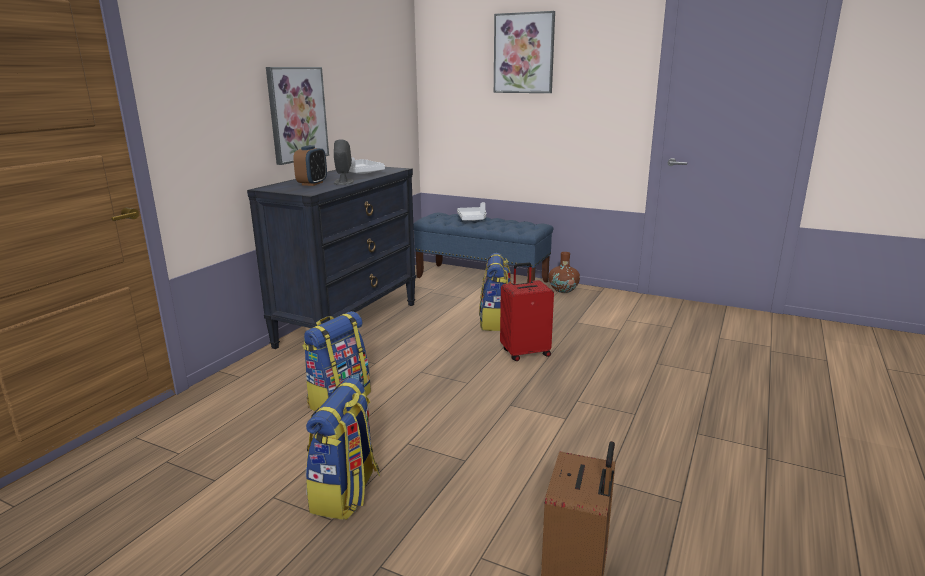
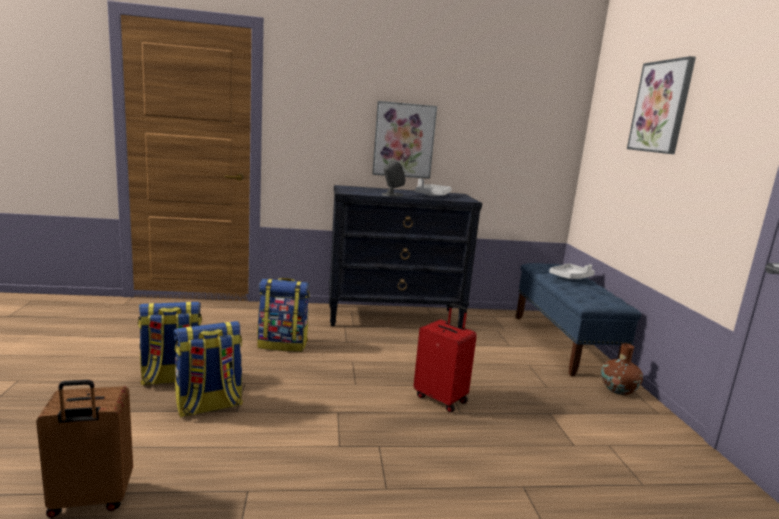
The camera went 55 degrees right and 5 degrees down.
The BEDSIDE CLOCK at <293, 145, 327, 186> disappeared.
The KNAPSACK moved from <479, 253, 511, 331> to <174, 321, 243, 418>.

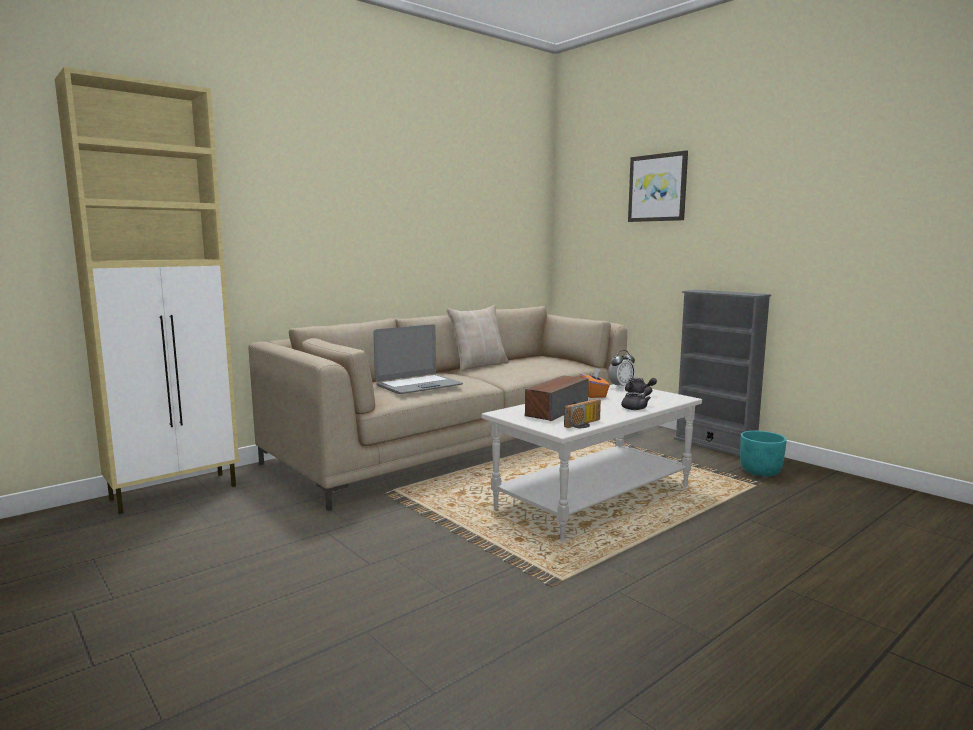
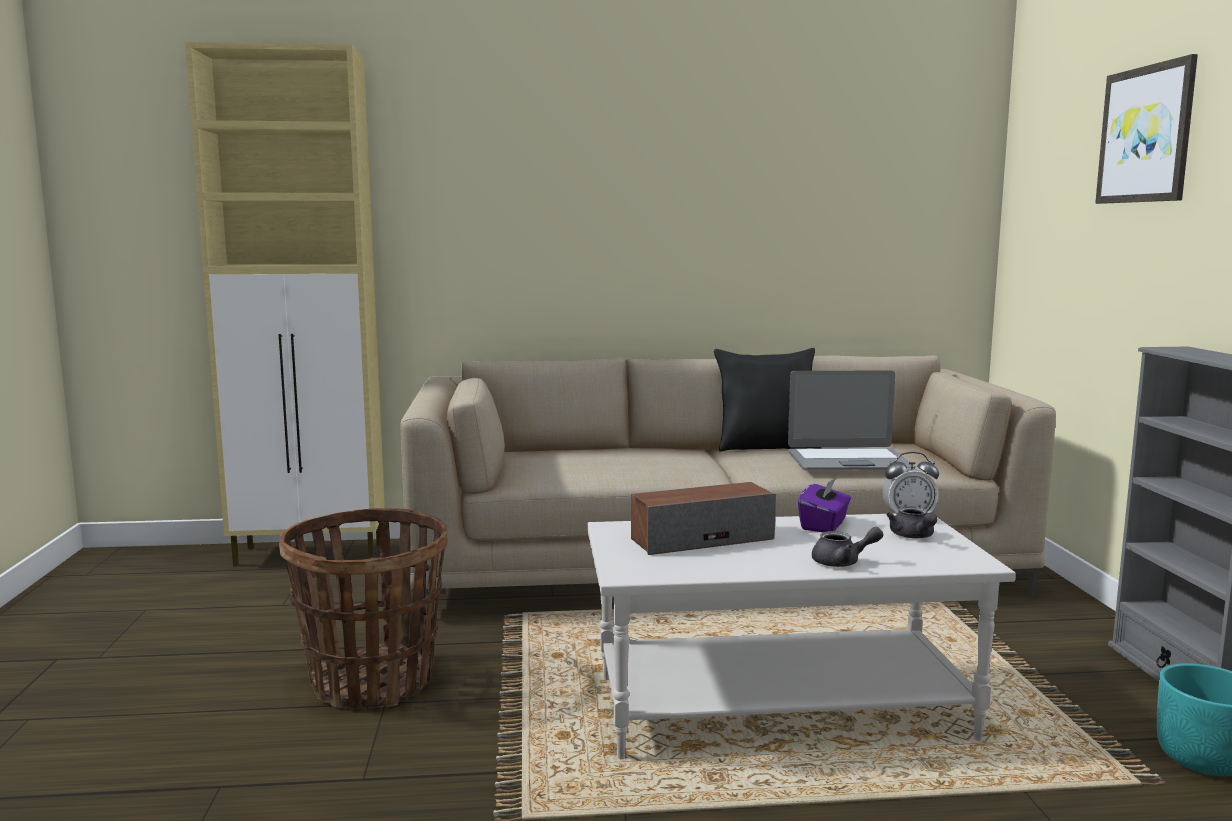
The camera went 35 degrees right and 0 degrees up.
The BEIGE-COLOURED CUSHION at <447, 305, 509, 371> became the BLACKISH CUSHION at <714, 348, 822, 452>.
The NOTEBOOK COMPUTER moved from <373, 324, 463, 394> to <788, 370, 916, 470>.
The ORANGEY TISSUE BOX at <579, 368, 610, 398> became the PURPLE TISSUE BOX at <798, 477, 851, 532>.
The RADIO SET at <564, 399, 601, 428> disappeared.
The BASKET at <279, 508, 448, 709> appeared.

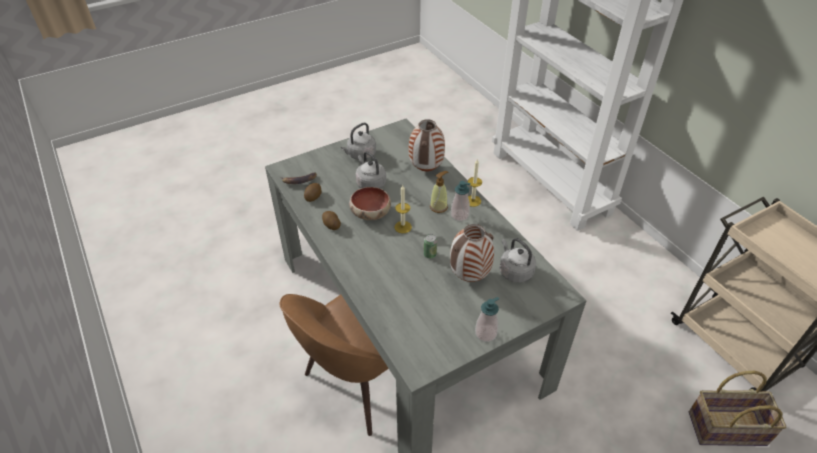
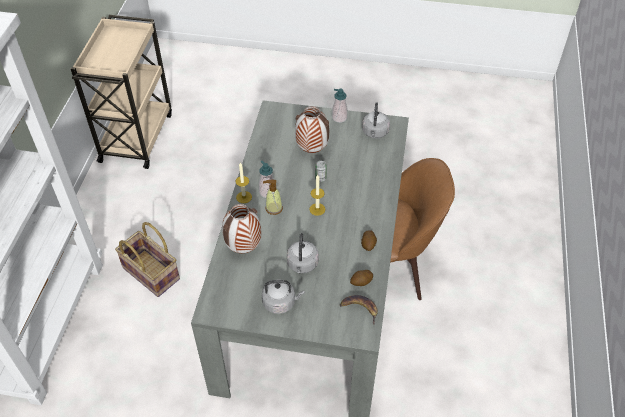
The camera went 140 degrees left and 5 degrees up.
The DEEP DISH at <349, 187, 391, 220> disappeared.
The GRAY KETTLE moved from <499, 238, 536, 283> to <362, 102, 390, 138>.
The BASKET moved from <689, 371, 786, 446> to <115, 222, 180, 297>.

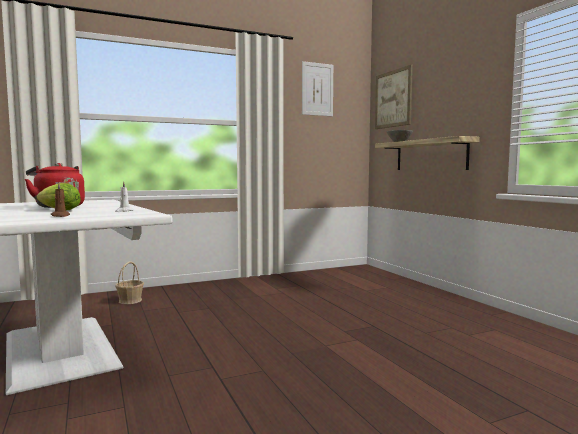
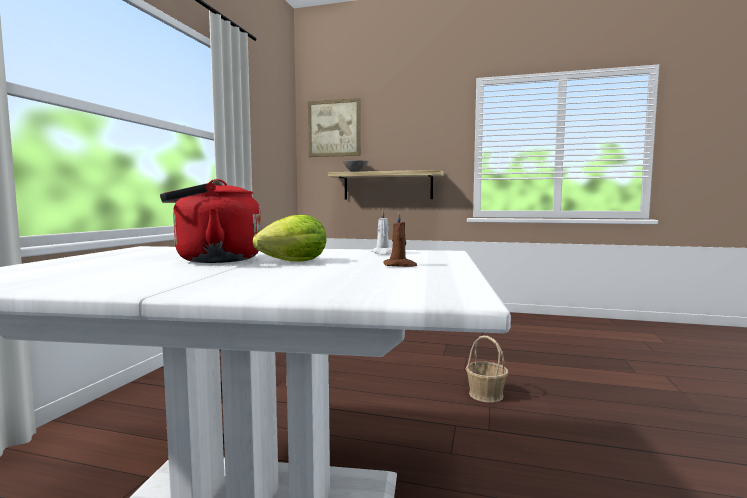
The camera went 50 degrees left and 0 degrees up.
The WALL ART at <302, 61, 333, 116> disappeared.
The BASKET moved from <115, 262, 144, 304> to <466, 336, 508, 403>.

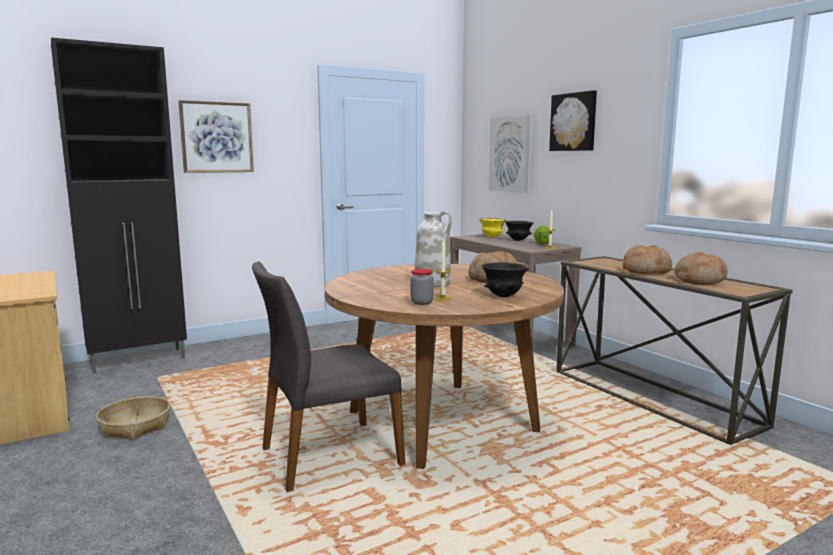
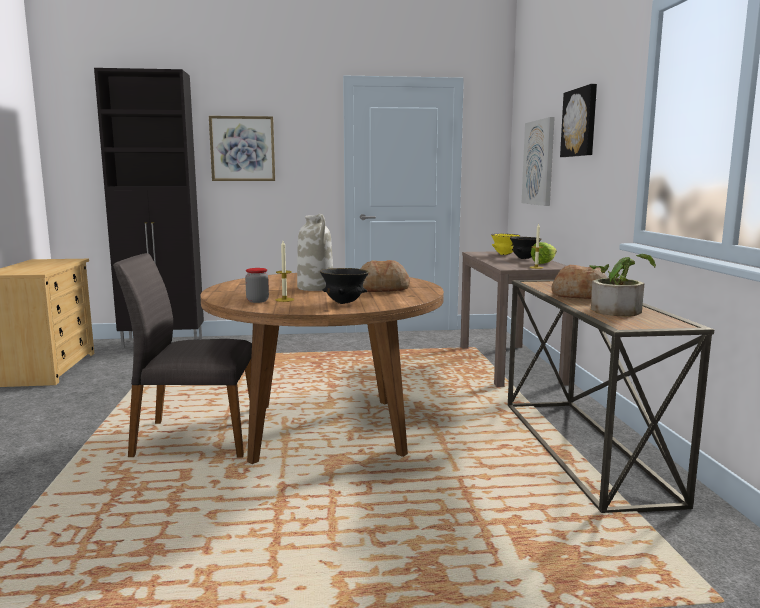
The camera went 25 degrees right and 0 degrees up.
The BREAD at <675, 252, 728, 284> was replaced by the PLANT IN A POT at <589, 254, 656, 316>.
The BASKET at <96, 396, 170, 440> disappeared.

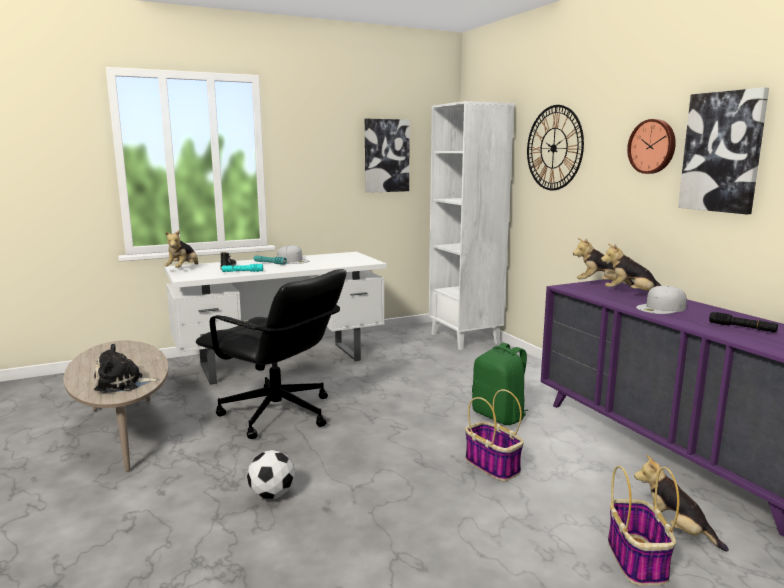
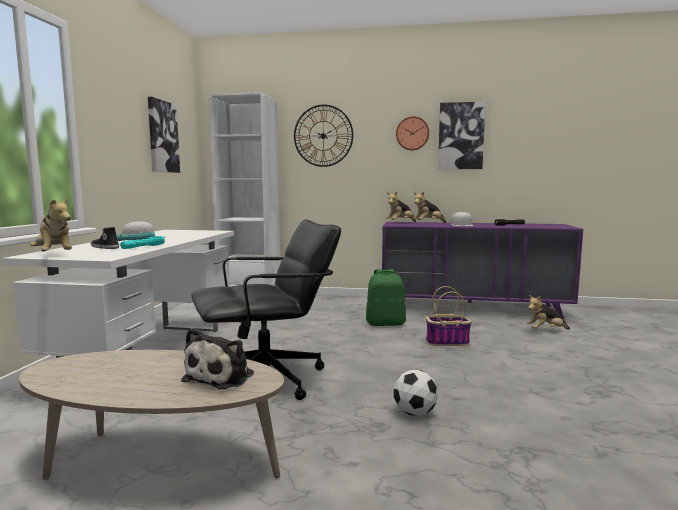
The camera went 55 degrees left and 5 degrees down.
The BASKET at <608, 465, 679, 585> disappeared.

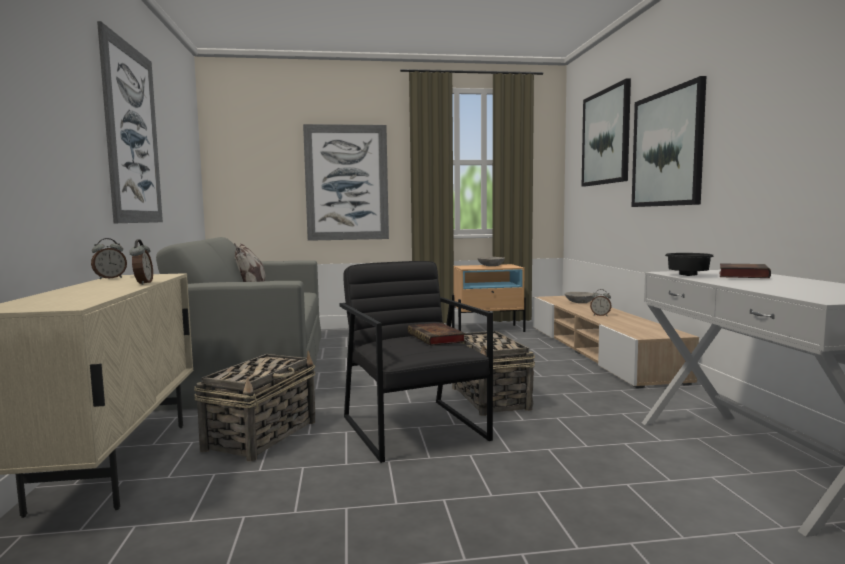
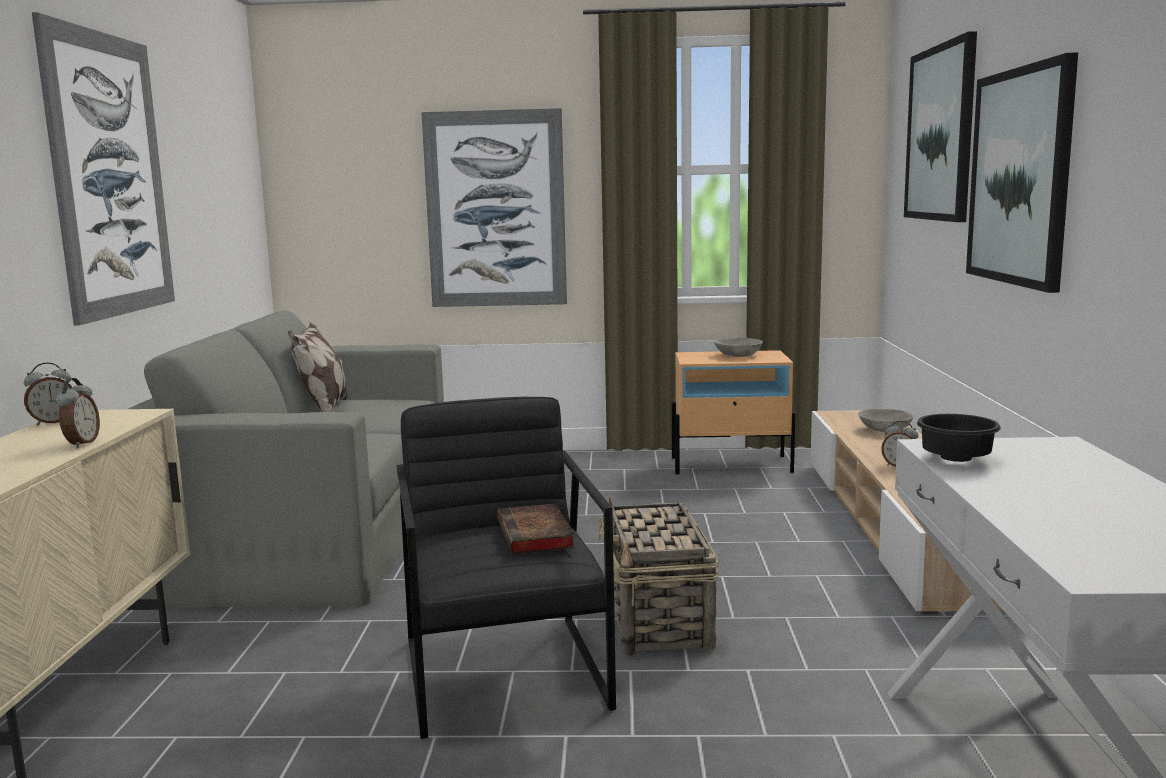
The camera went 10 degrees right and 5 degrees up.
The BOOK at <720, 263, 771, 278> disappeared.
The BASKET at <194, 351, 316, 461> disappeared.

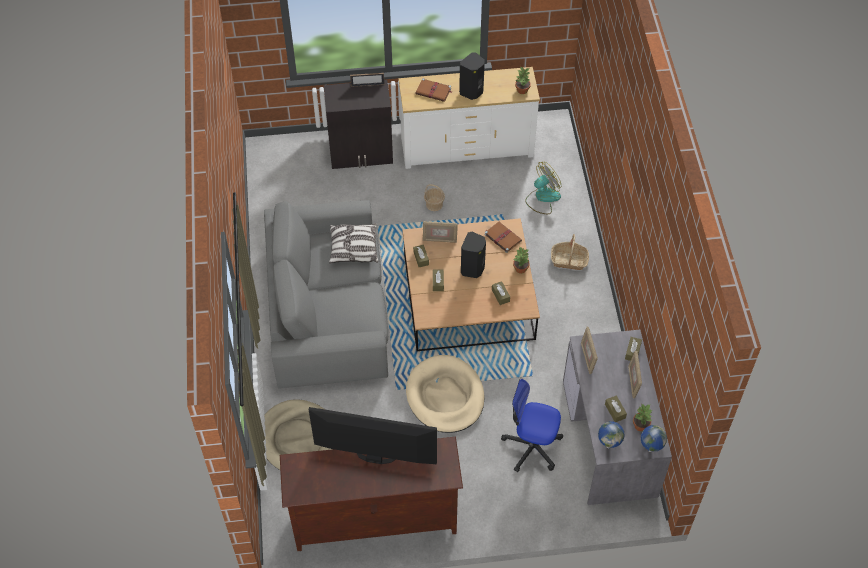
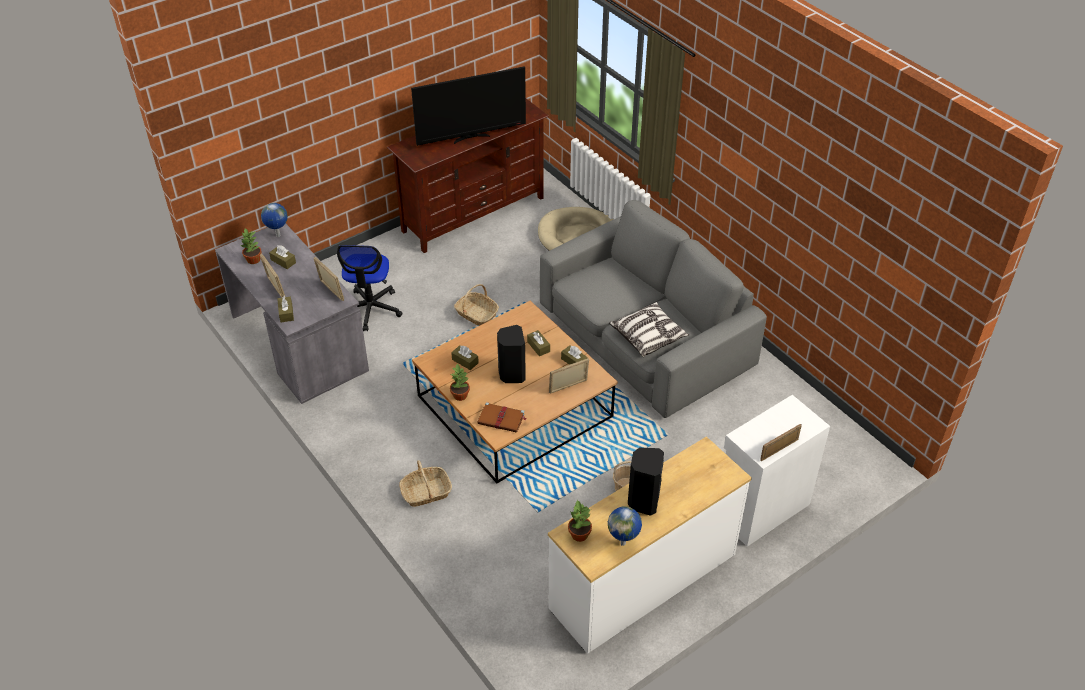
The camera went 150 degrees right and 10 degrees down.
The BROWNISH BOOK at <415, 78, 452, 102> disappeared.
The BLACKISH STORAGE CABINET at <324, 80, 393, 169> became the WHITE STORAGE CABINET at <724, 395, 830, 546>.
The COOLING FAN at <525, 162, 562, 214> disappeared.
The BEIGE-COLOURED DOG BED at <406, 355, 485, 433> was replaced by the BASKET at <454, 284, 499, 326>.
The DESK CHAIR at <501, 379, 563, 472> turned 105 degrees clockwise.
The GLOBE moved from <641, 425, 667, 452> to <608, 507, 642, 546>.

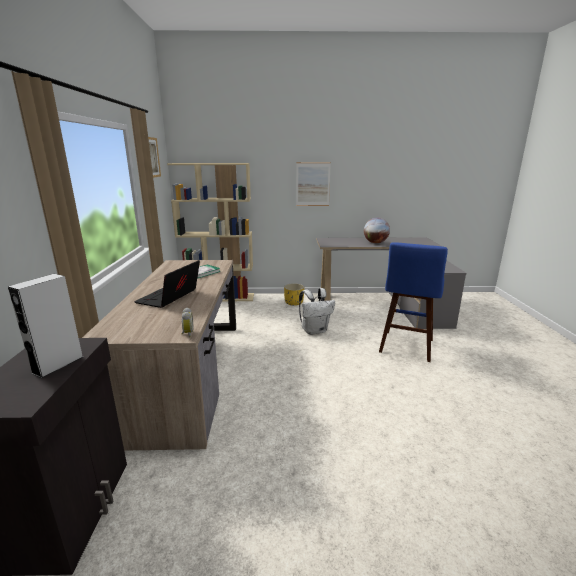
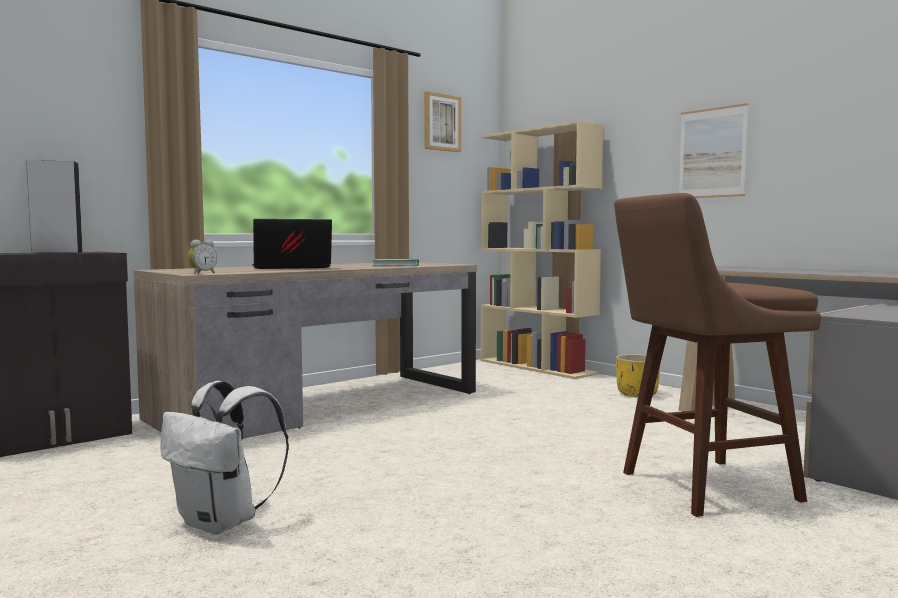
The camera went 50 degrees right and 15 degrees down.
The GLOBE at <364, 217, 390, 243> disappeared.
The BLUE STOOL at <379, 242, 448, 362> became the BROWNISH STOOL at <614, 193, 821, 517>.
The WHITE KNAPSACK moved from <299, 288, 335, 335> to <160, 381, 289, 534>.

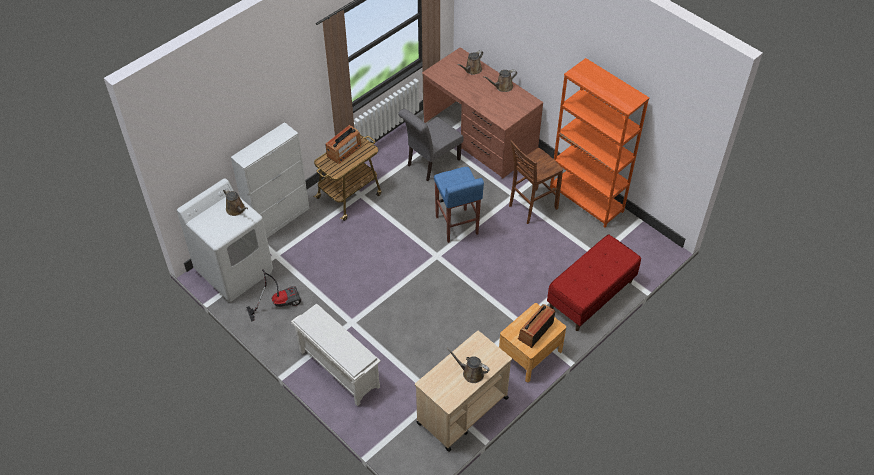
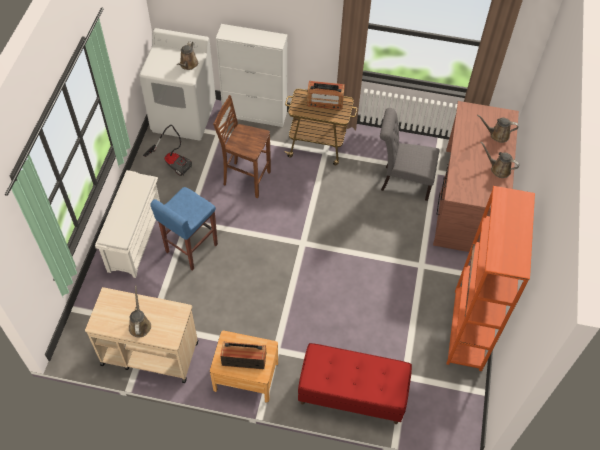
The camera went 55 degrees right and 5 degrees up.
The BROWNISH STOOL moved from <509, 140, 563, 224> to <213, 95, 271, 198>.
The BLUE STOOL moved from <434, 167, 484, 243> to <150, 187, 218, 271>.

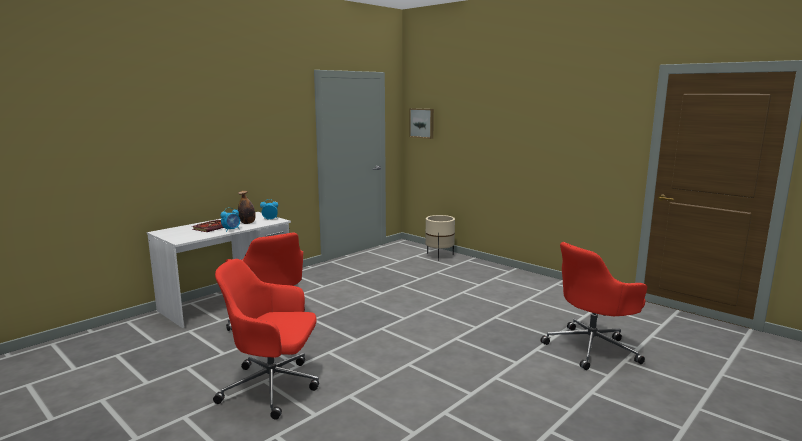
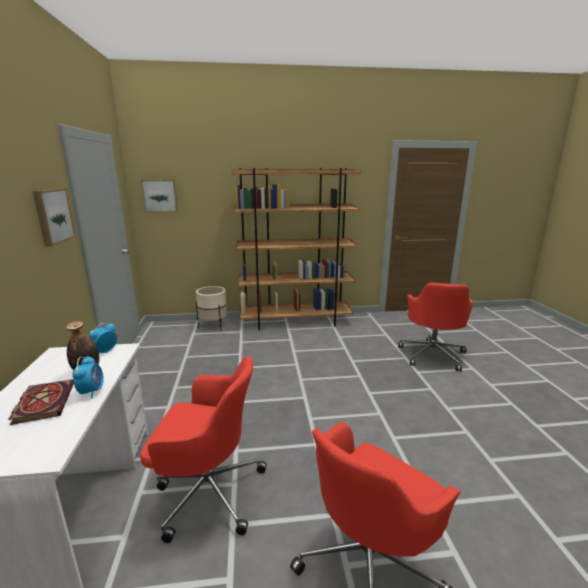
The camera went 50 degrees left and 5 degrees up.
The BROWNISH SHELVING UNIT at <232, 168, 361, 330> appeared.
The WALL ART at <33, 188, 76, 247> appeared.

